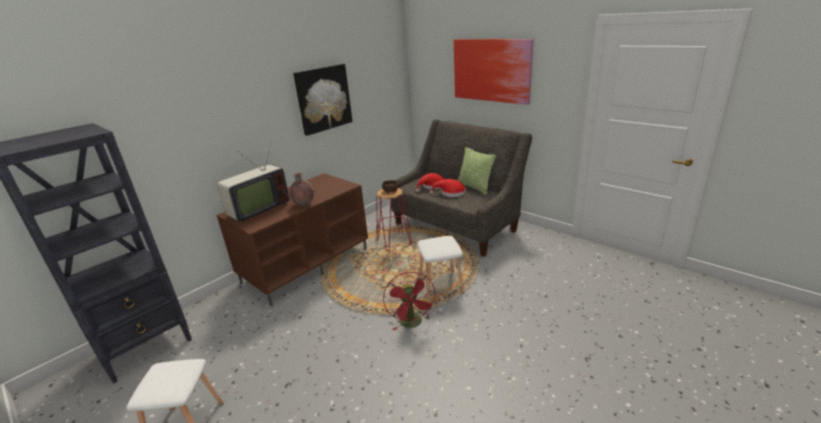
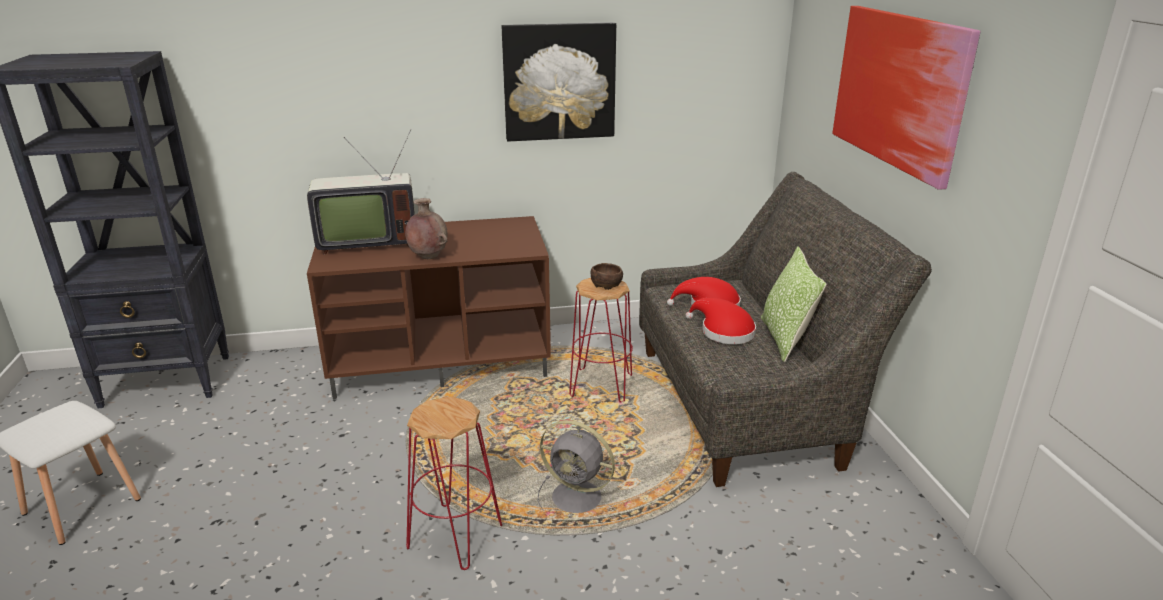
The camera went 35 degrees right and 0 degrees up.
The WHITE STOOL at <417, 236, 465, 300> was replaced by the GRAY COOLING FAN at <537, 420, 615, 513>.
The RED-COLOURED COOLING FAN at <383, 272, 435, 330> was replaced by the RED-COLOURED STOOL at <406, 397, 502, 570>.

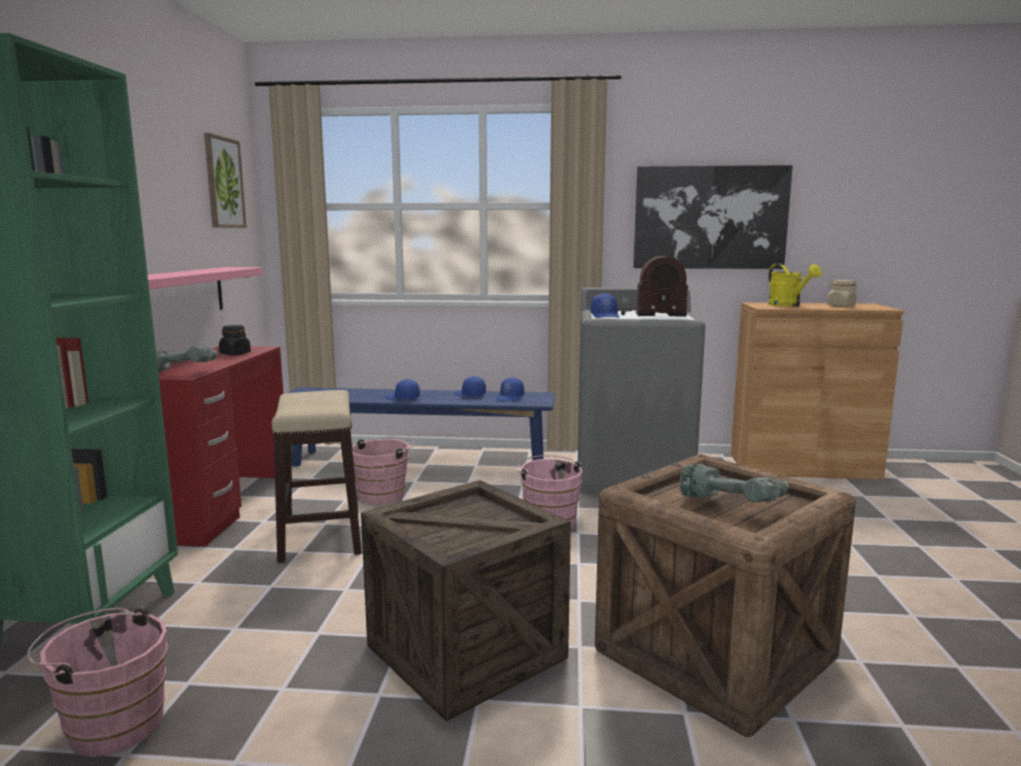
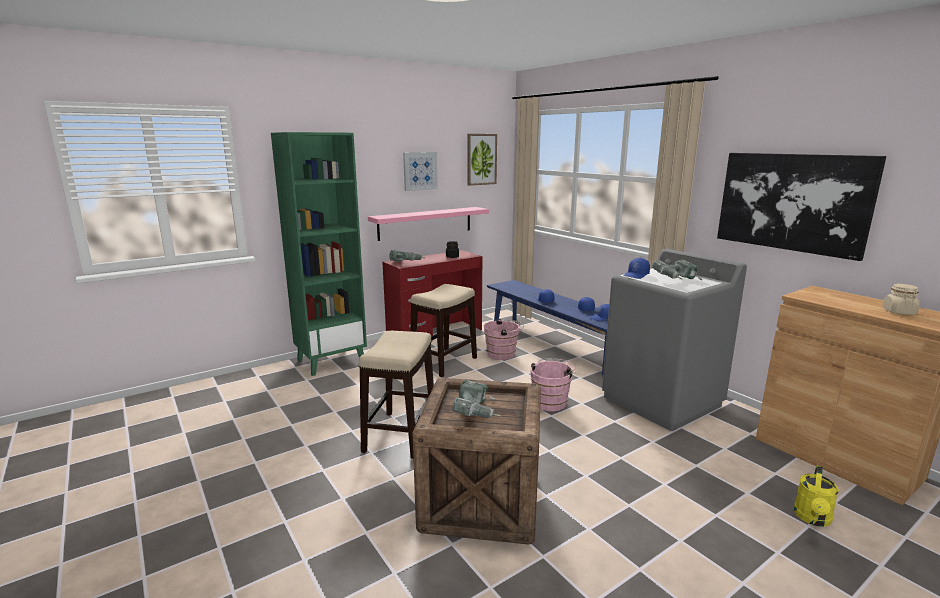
The camera went 50 degrees right and 5 degrees up.
The RADIO SET at <618, 256, 688, 317> was replaced by the DRILL at <652, 260, 702, 280>.
The YELLOWISH SPRINKLING CAN moved from <768, 263, 821, 307> to <794, 465, 839, 527>.
The PACKING CRATE at <361, 480, 571, 721> was replaced by the STOOL at <359, 331, 434, 459>.
The PINKISH WATER BUCKET at <27, 606, 167, 757> disappeared.
The WALL ART at <403, 152, 438, 191> appeared.

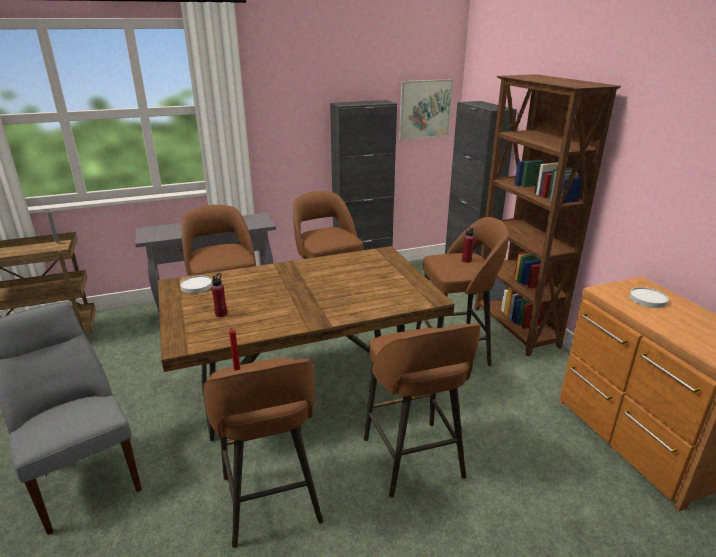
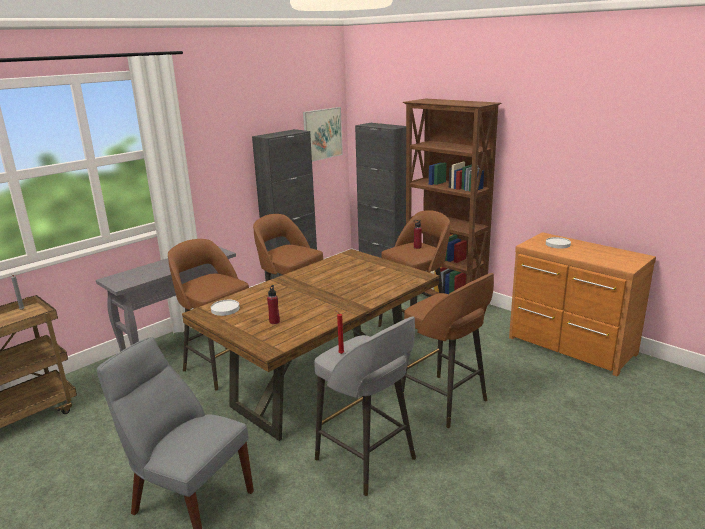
The camera went 25 degrees left and 5 degrees down.
The BROWNISH STOOL at <204, 358, 323, 548> became the GRAY STOOL at <314, 317, 416, 496>.

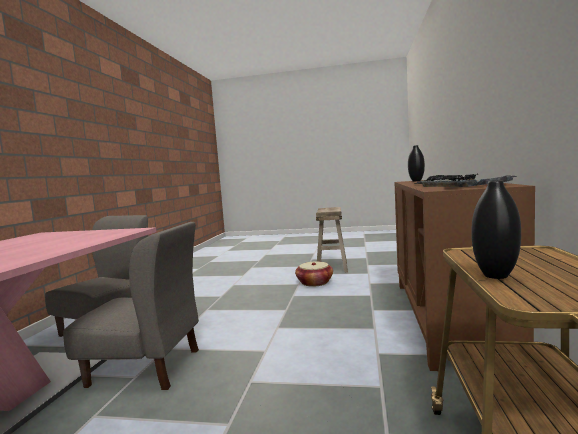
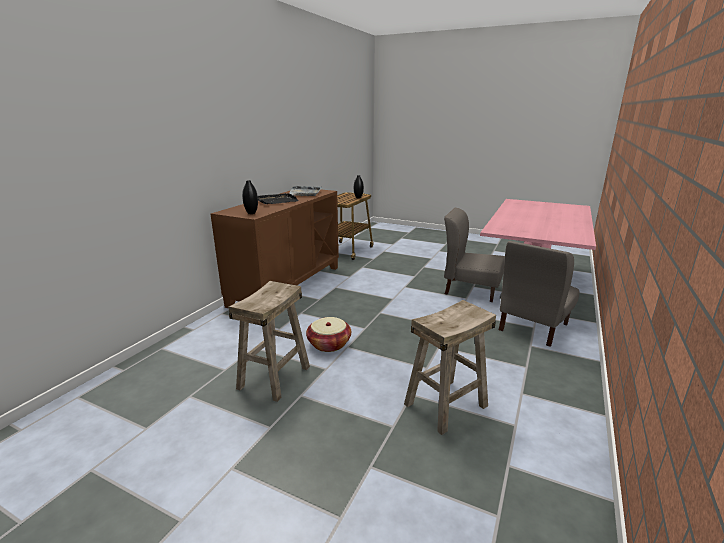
The camera went 165 degrees left and 15 degrees up.
The BEIGE-COLOURED STOOL at <404, 300, 496, 435> appeared.

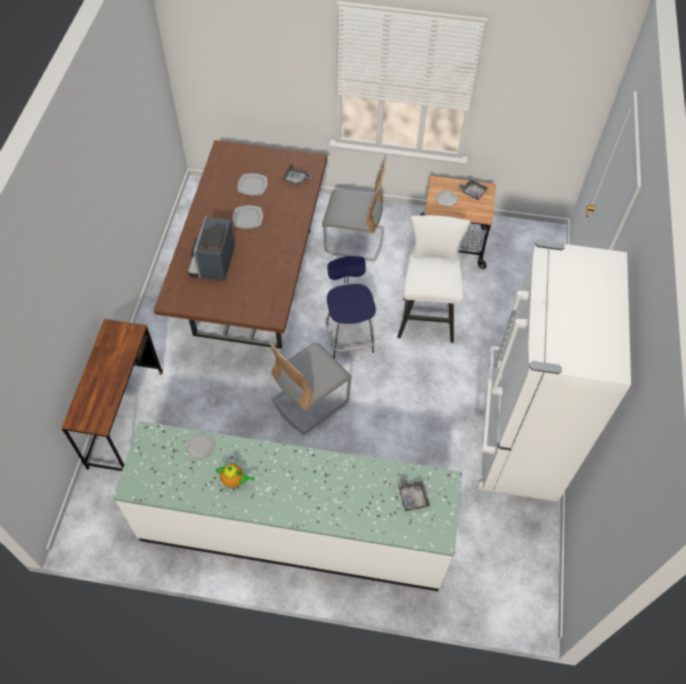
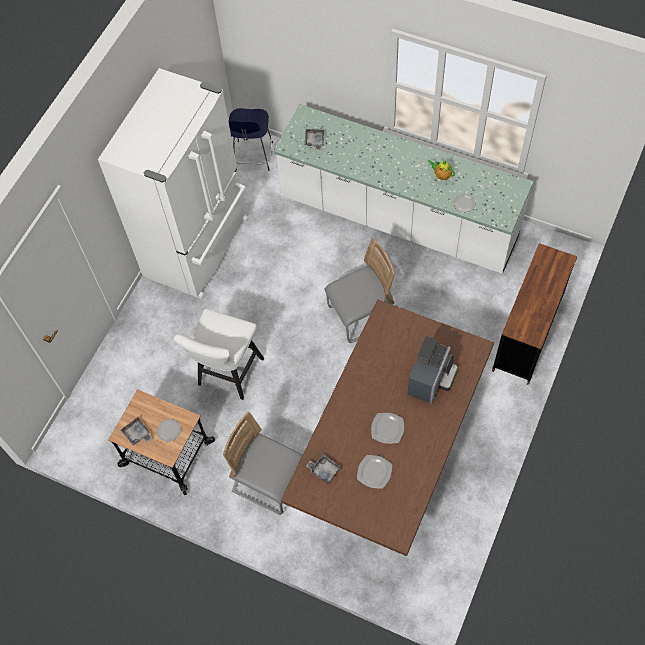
The camera went 160 degrees left and 5 degrees up.
The BLUE STOOL moved from <325, 256, 376, 359> to <229, 108, 273, 171>.

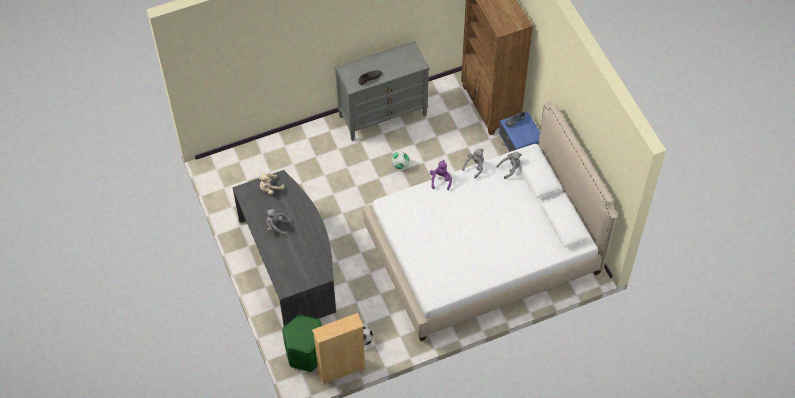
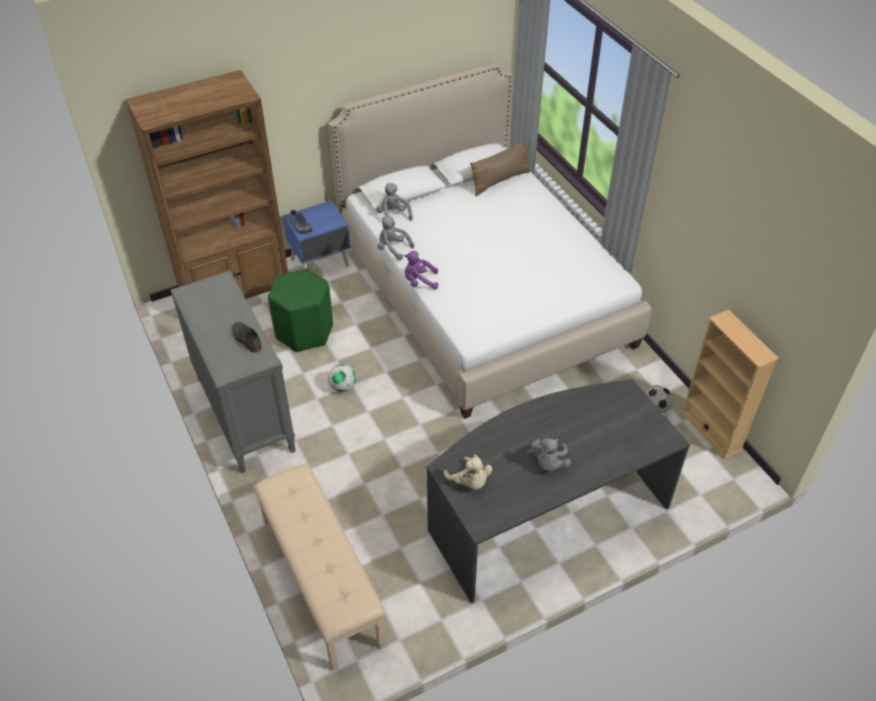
The camera went 95 degrees left and 10 degrees down.
The GREEN STOOL moved from <282, 314, 322, 372> to <268, 268, 333, 352>.
The BROWNISH CUSHION at <470, 138, 531, 196> appeared.
The BEIGE-COLOURED LONG SEAT at <253, 464, 386, 671> appeared.

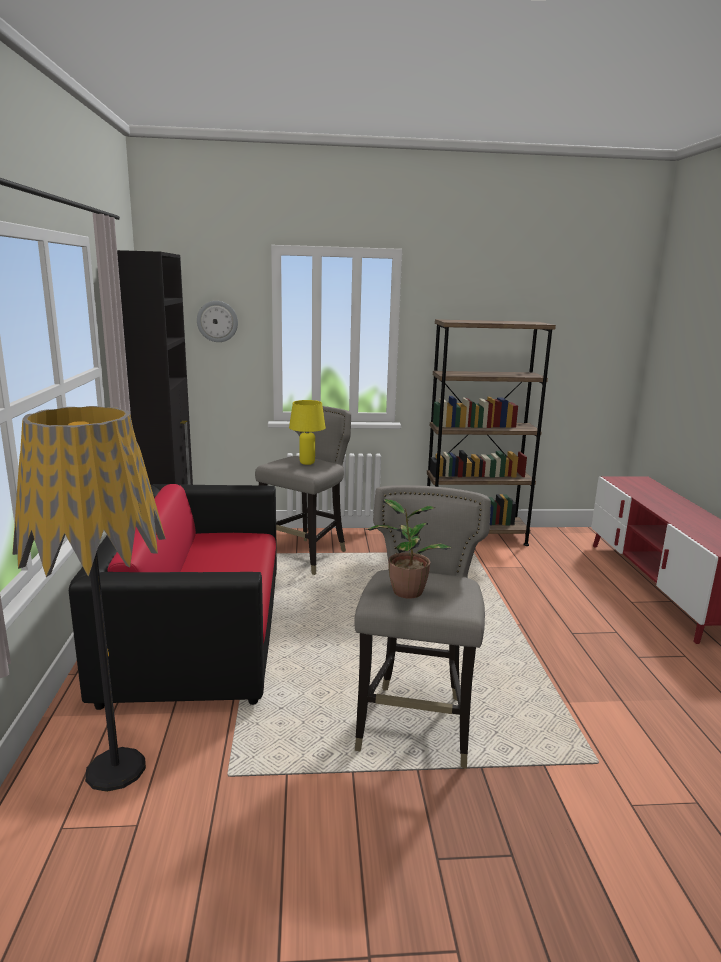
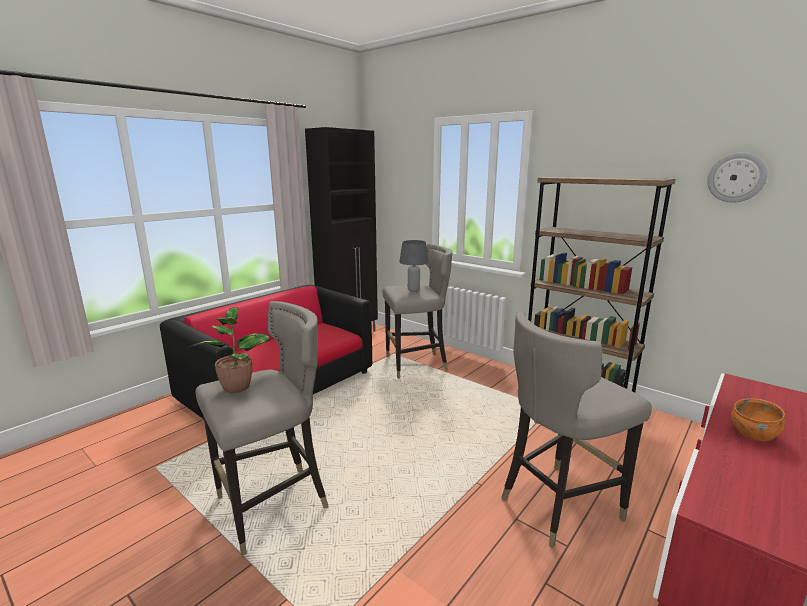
The camera went 45 degrees right and 0 degrees up.
The HANGING CLOCK moved from <197, 301, 238, 342> to <707, 152, 768, 203>.
The YELLOWISH TABLE LAMP at <289, 400, 326, 465> became the GRAY TABLE LAMP at <399, 240, 429, 292>.
The FLOOR LAMP at <12, 406, 166, 792> disappeared.
The GRAY STOOL at <501, 312, 652, 548> appeared.
The ORANGEY DEEP DISH at <731, 398, 785, 441> appeared.

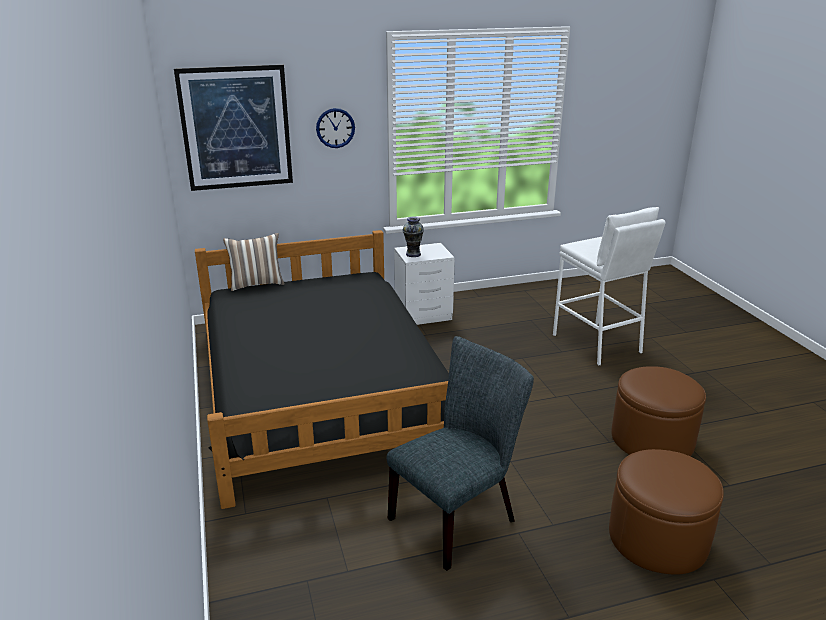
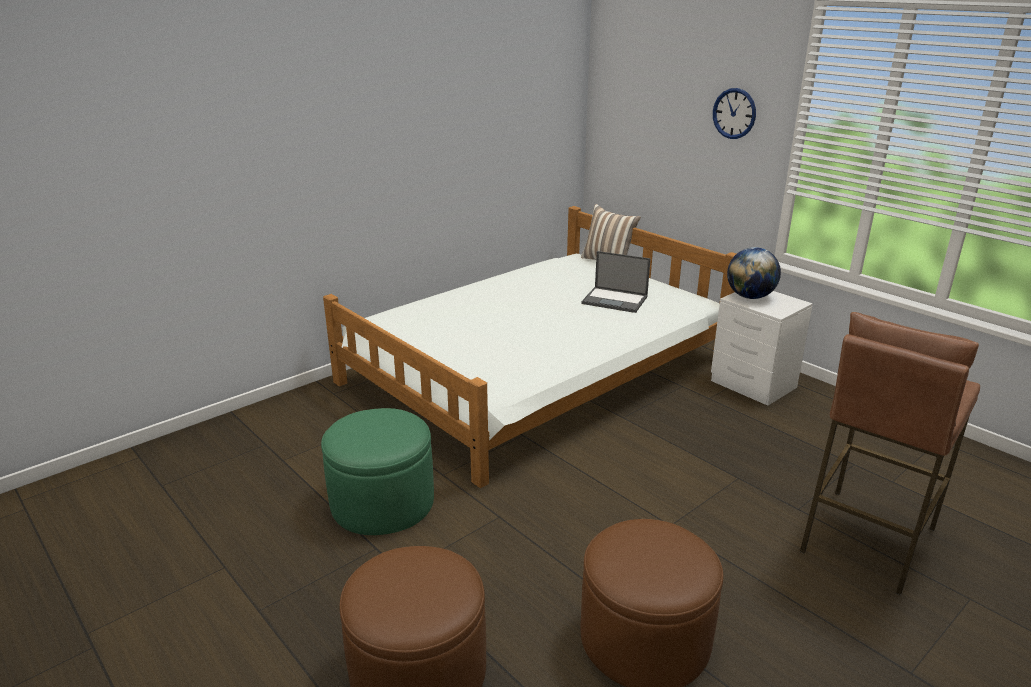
The camera went 65 degrees right and 0 degrees up.
The WALL ART at <174, 65, 293, 191> disappeared.
The WHITE STOOL at <553, 207, 665, 366> became the BROWNISH STOOL at <800, 312, 980, 595>.
The FLOWER VASE at <403, 217, 424, 257> was replaced by the GLOBE at <727, 247, 781, 299>.
The BLACKISH BED at <195, 230, 449, 509> became the WHITE BED at <323, 206, 736, 488>.
The GRAY PLAIN CHAIR at <387, 336, 534, 571> was replaced by the GREEN OTTOMAN at <321, 408, 434, 535>.
The NOTEBOOK COMPUTER at <581, 251, 651, 313> appeared.

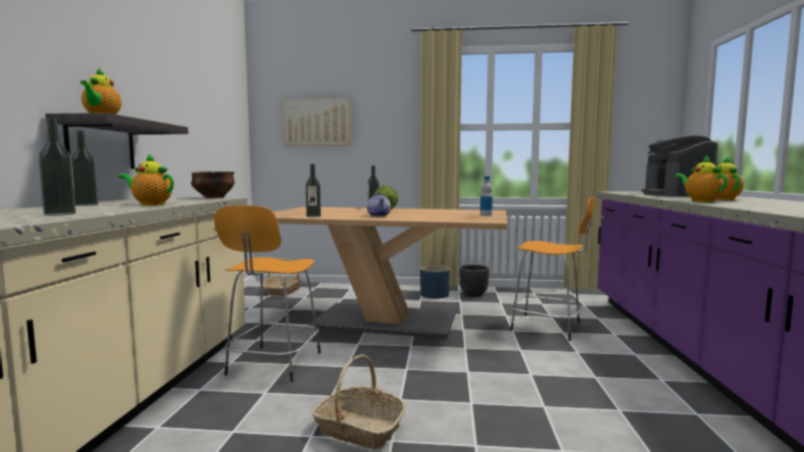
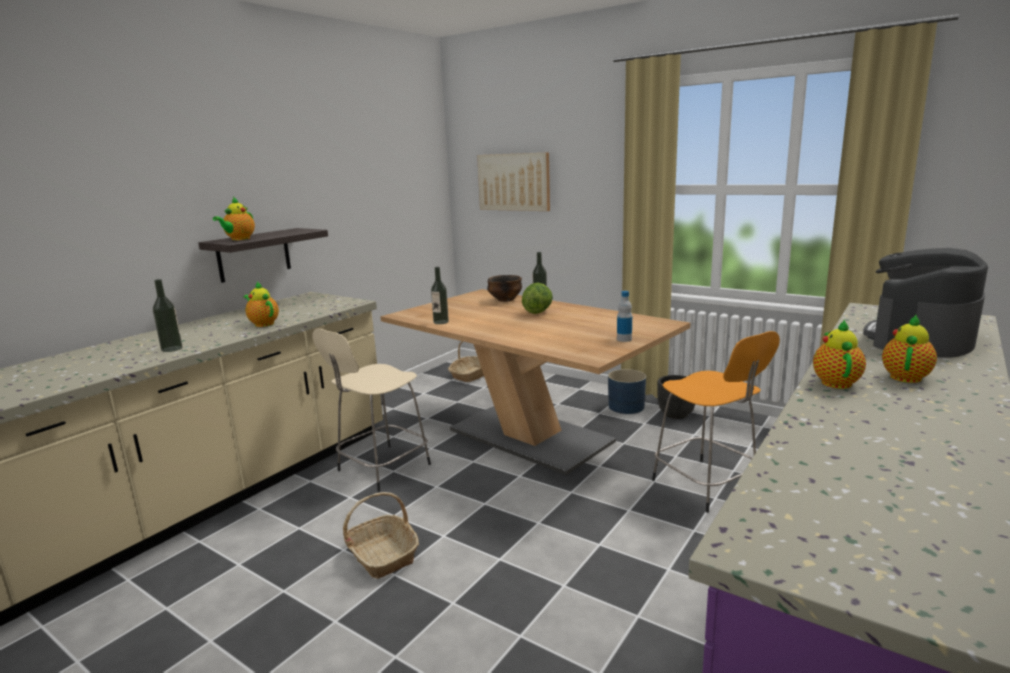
The camera went 30 degrees right and 10 degrees up.
The BEVERAGE BOTTLE at <71, 130, 98, 206> disappeared.
The DEEP DISH moved from <191, 171, 235, 198> to <487, 275, 522, 302>.
The POT FOR TEA at <367, 192, 391, 217> disappeared.
The ORANGEY STOOL at <214, 205, 321, 382> became the BEIGE-COLOURED STOOL at <312, 328, 431, 492>.

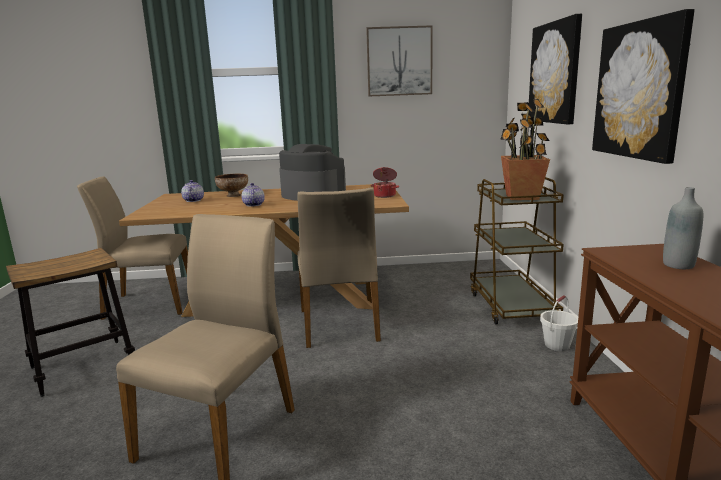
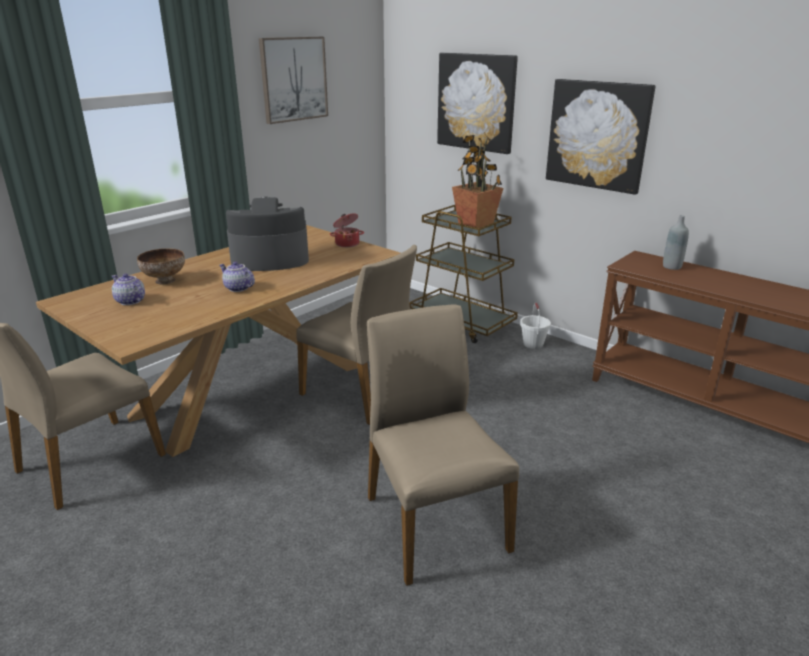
The camera went 45 degrees left and 10 degrees up.
The STOOL at <6, 248, 135, 397> disappeared.

